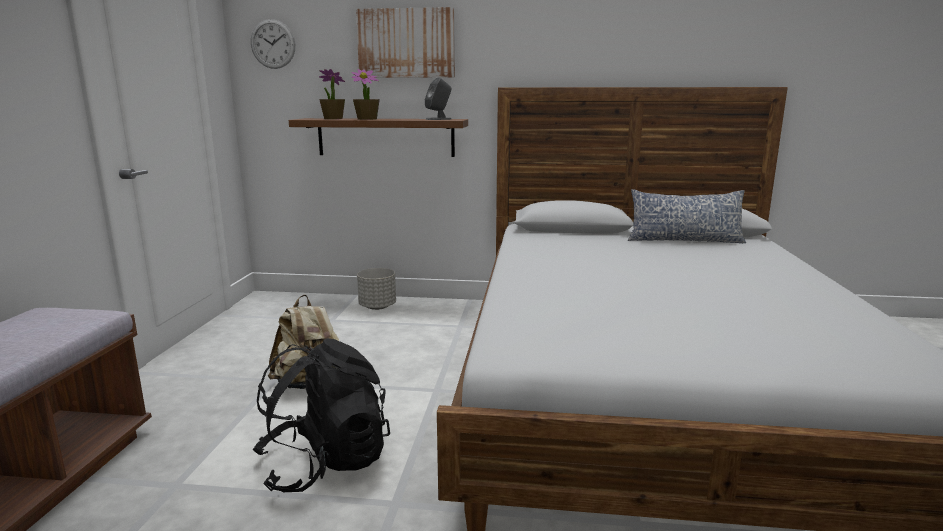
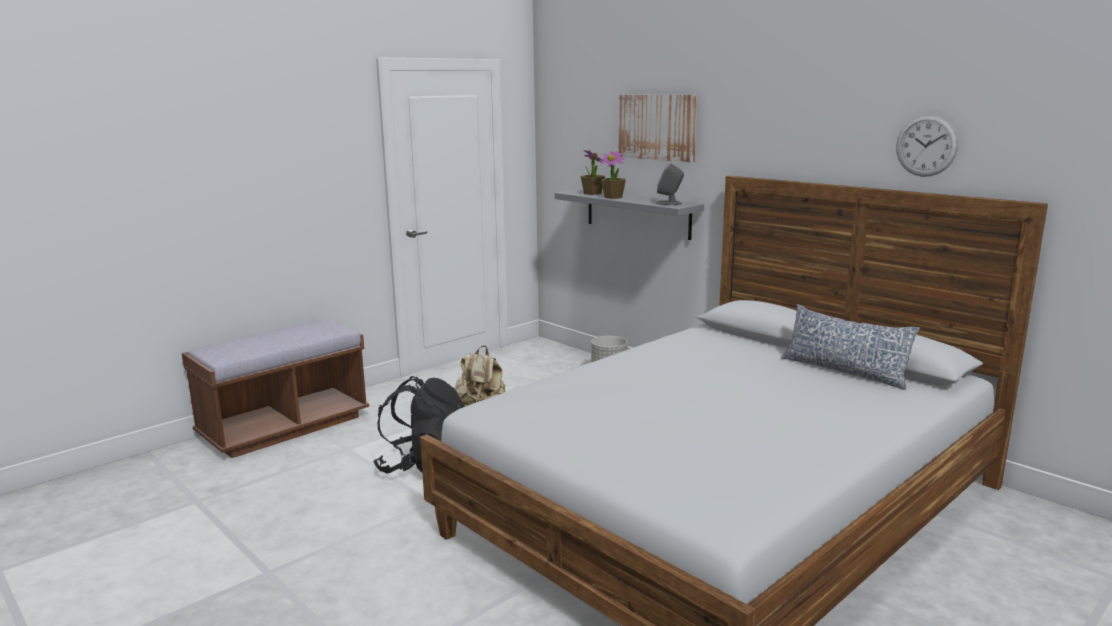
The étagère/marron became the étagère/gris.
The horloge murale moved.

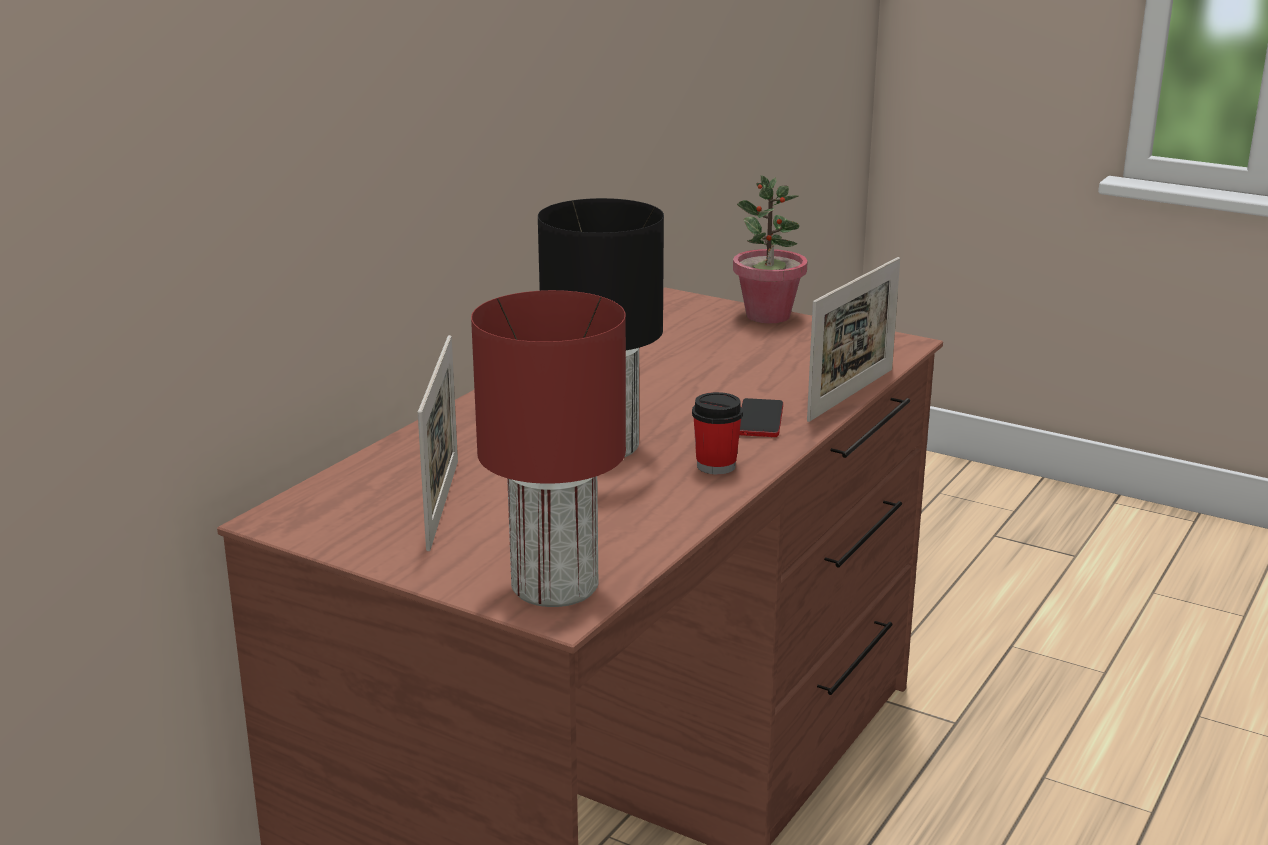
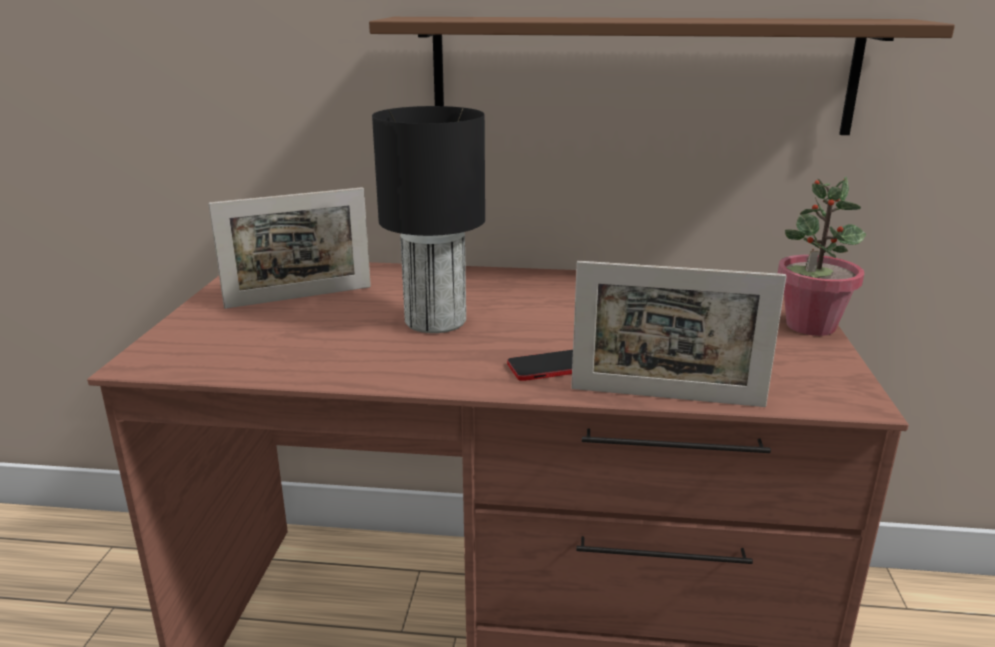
The étagère/marron appeared.
The lampe de table/rouge disappeared.
The tasse disappeared.

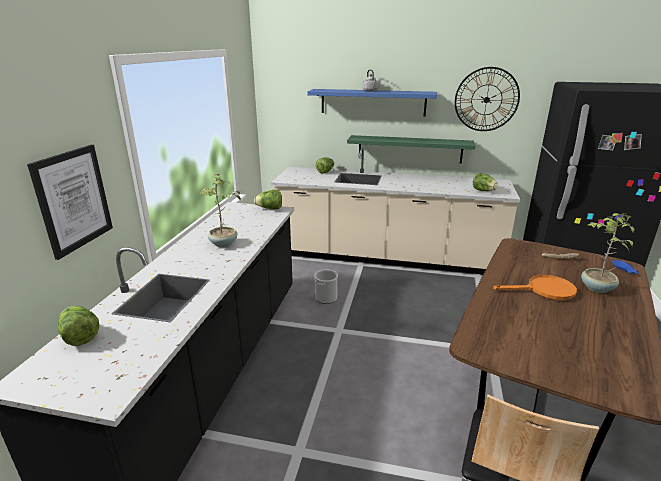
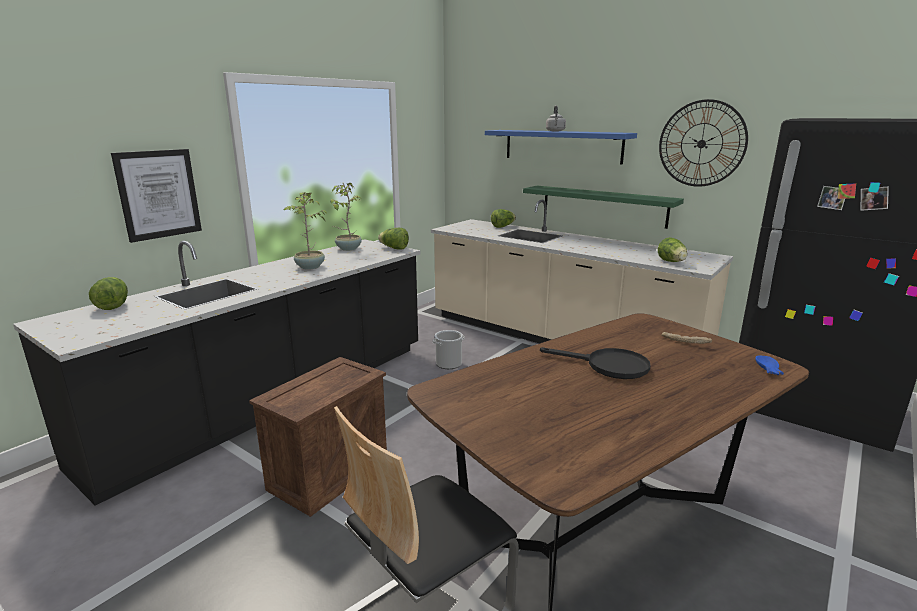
The caisse appeared.
The plante en pot (no. 2 from left) moved.
The poêle/orange became the poêle/noir.

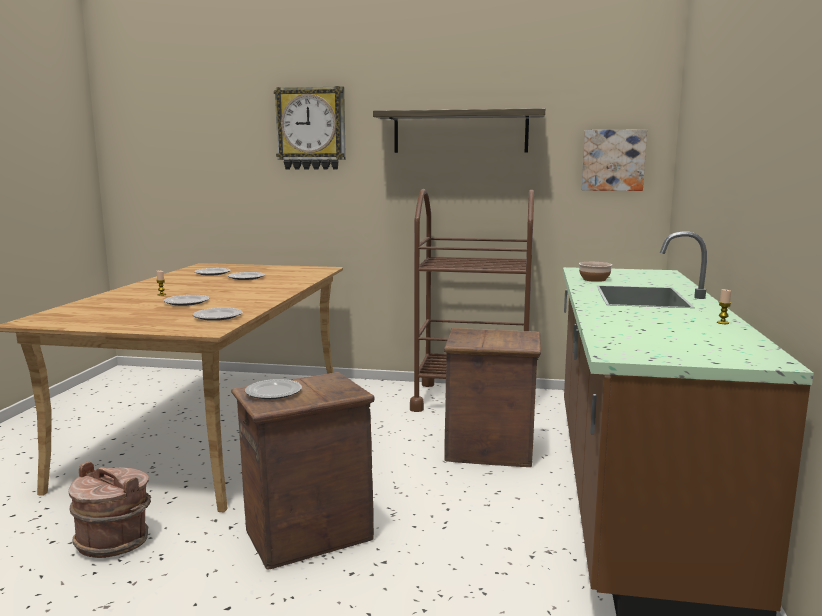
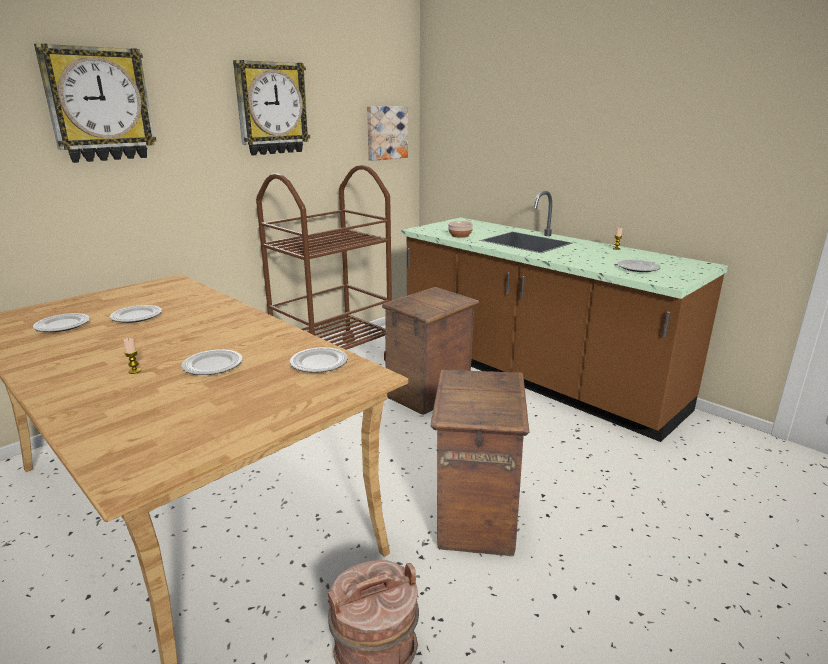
The étagère was replaced by the horloge murale (no. 2 from left).
The assiette (no. 5 from left) moved.

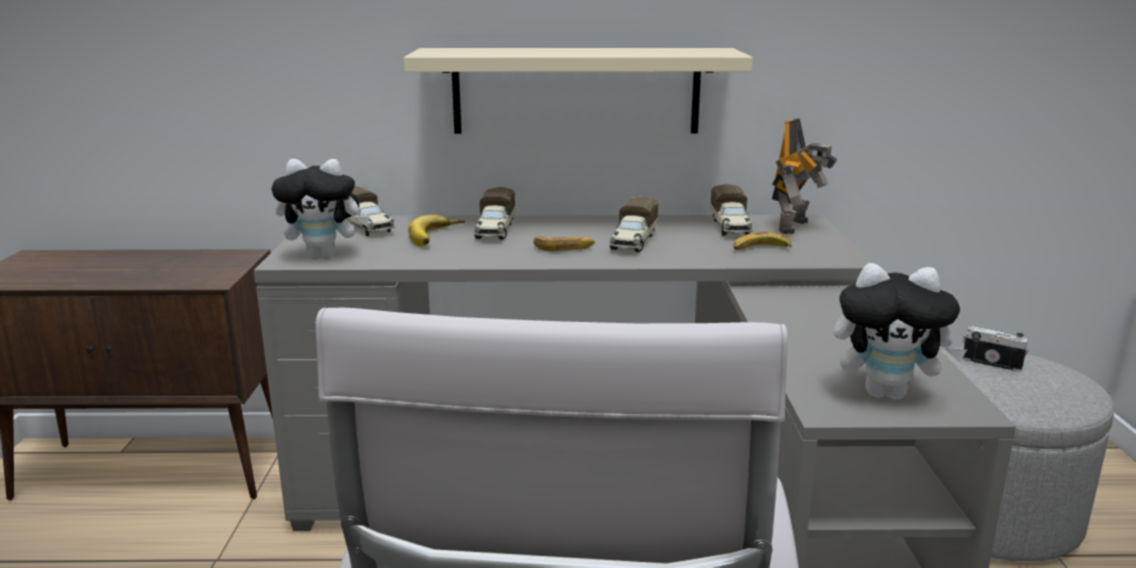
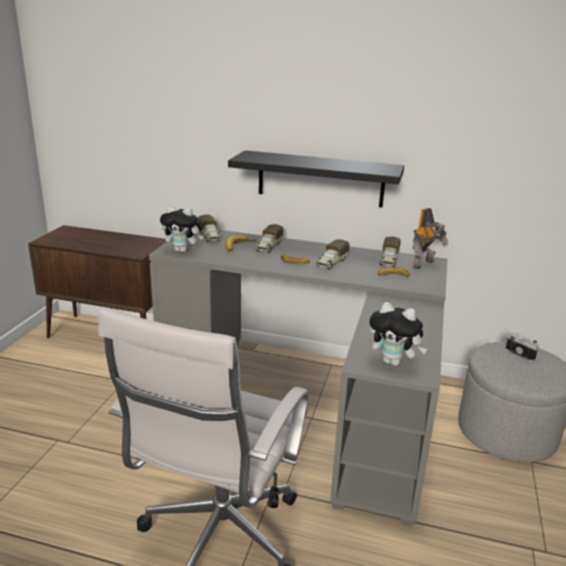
The étagère/beige became the étagère/noir.

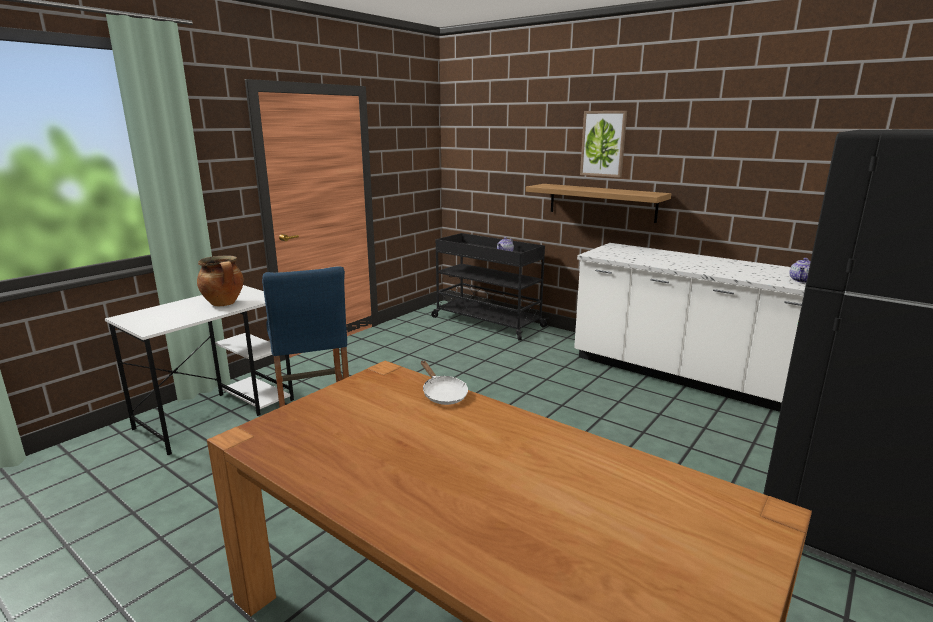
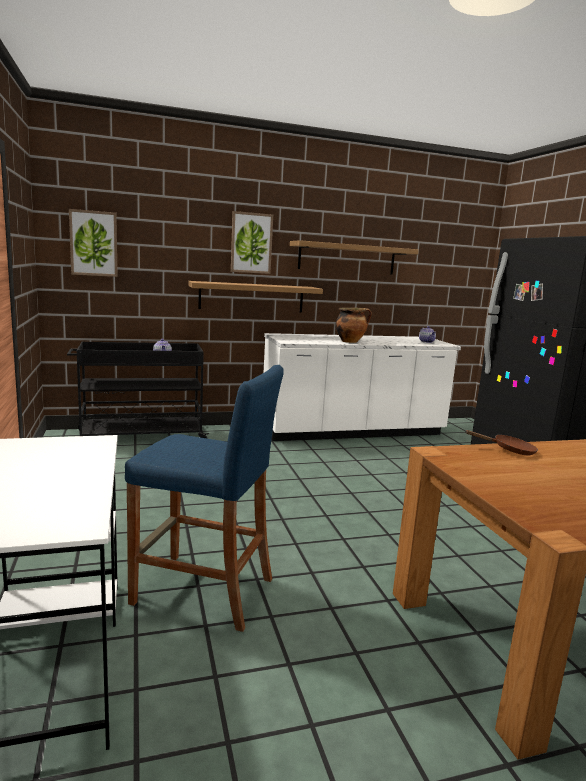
The tableau (no. 1 from left) appeared.
The étagère (no. 2 from left) appeared.
The marmite moved.
The poêle/blanc became the poêle/marron.

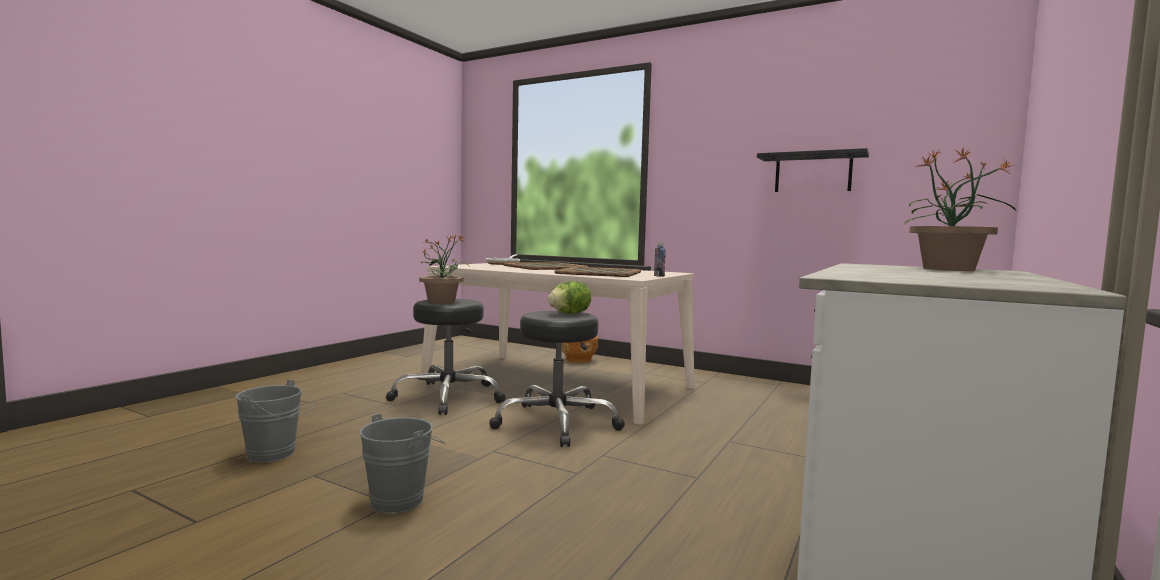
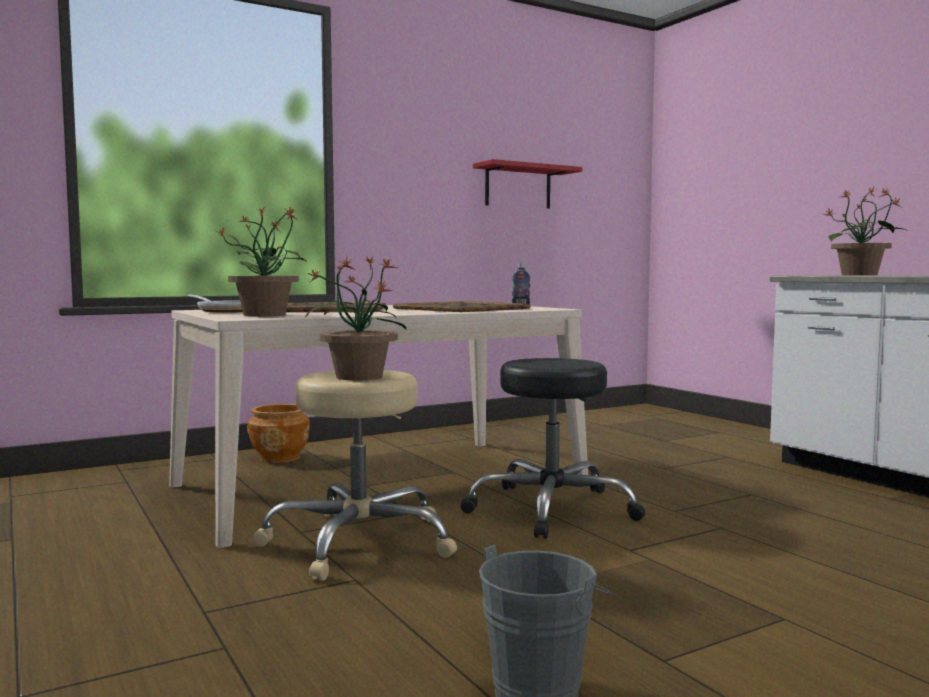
The plante en pot (no. 1 from left) appeared.
The tabouret/noir (no. 1 from left) became the tabouret/beige.
The étagère/noir became the étagère/rouge.
The seau/gris (no. 2 from left) disappeared.
The laitue disappeared.

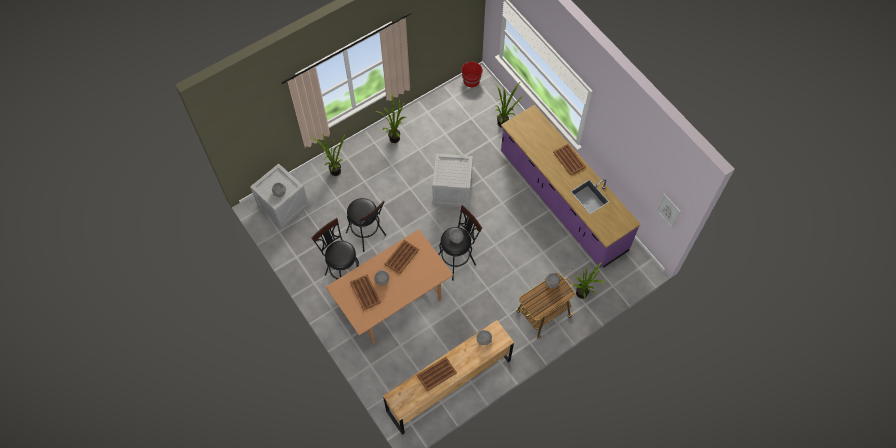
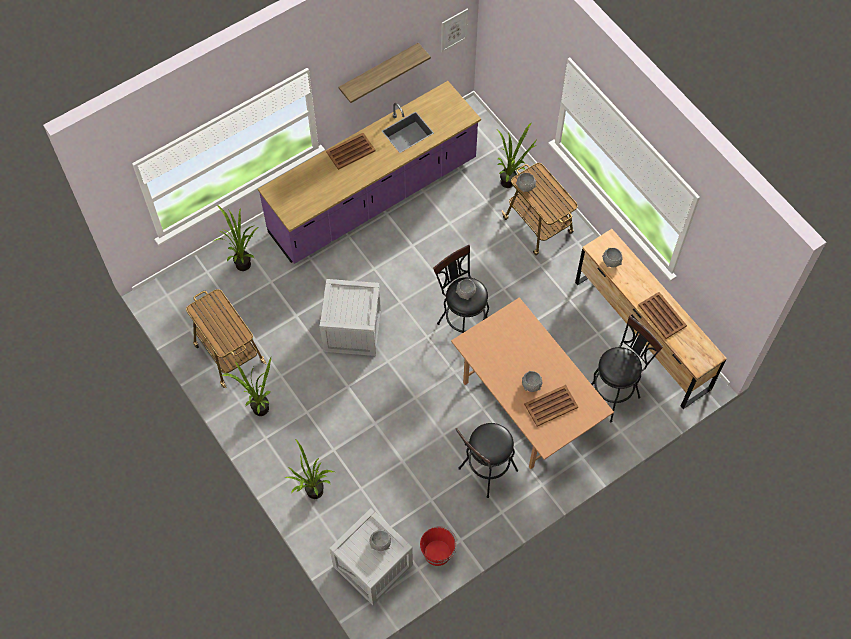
The chariot (no. 1 from left) appeared.
The étagère appeared.
The seau/rouge moved.
The tabouret/noir (no. 2 from left in the first image) moved.
The plateau/marron (no. 2 from left) disappeared.

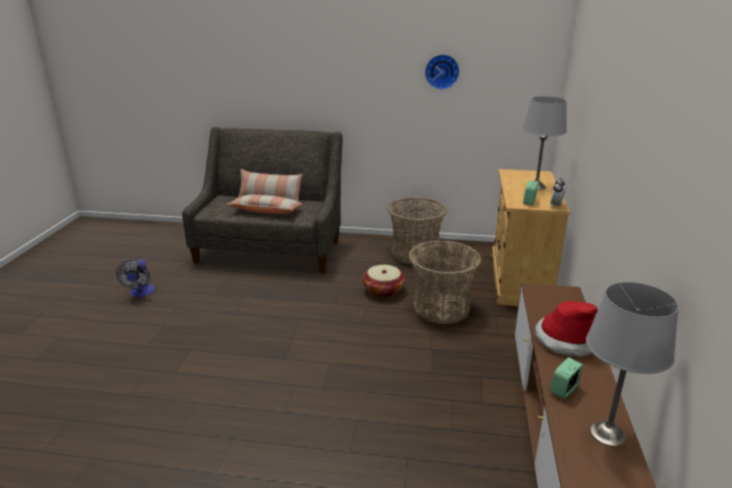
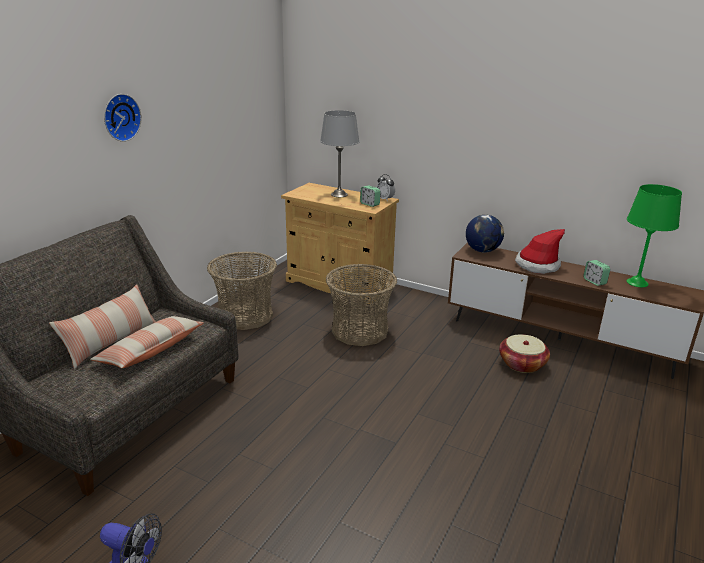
The horloge murale moved.
The globe appeared.
The panier (no. 1 from left in the first image) moved.
The lampe de table/gris (no. 2 from left) became the lampe de table/vert.

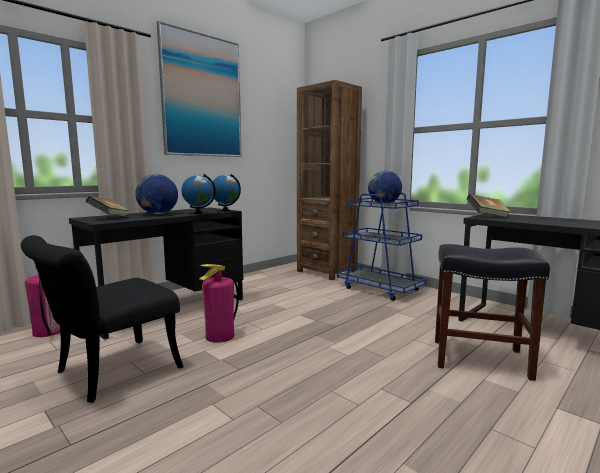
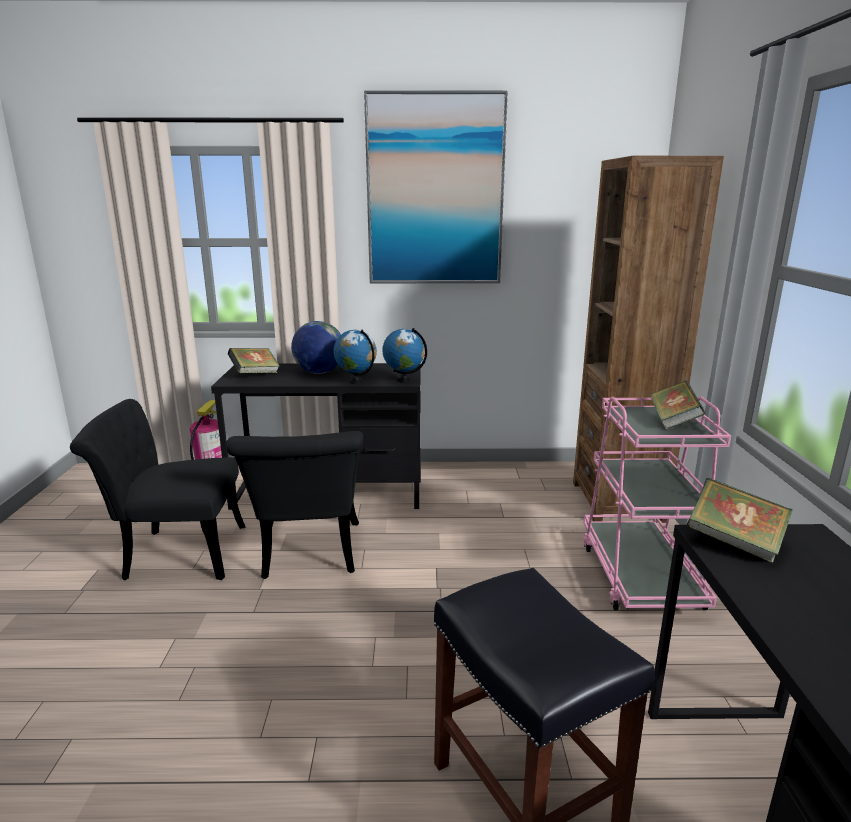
The extincteur (no. 2 from left) was replaced by the chaise/noir (no. 2 from left).
The chariot/bleu became the chariot/rose.
The globe (no. 4 from left) was replaced by the livre (no. 2 from left).

